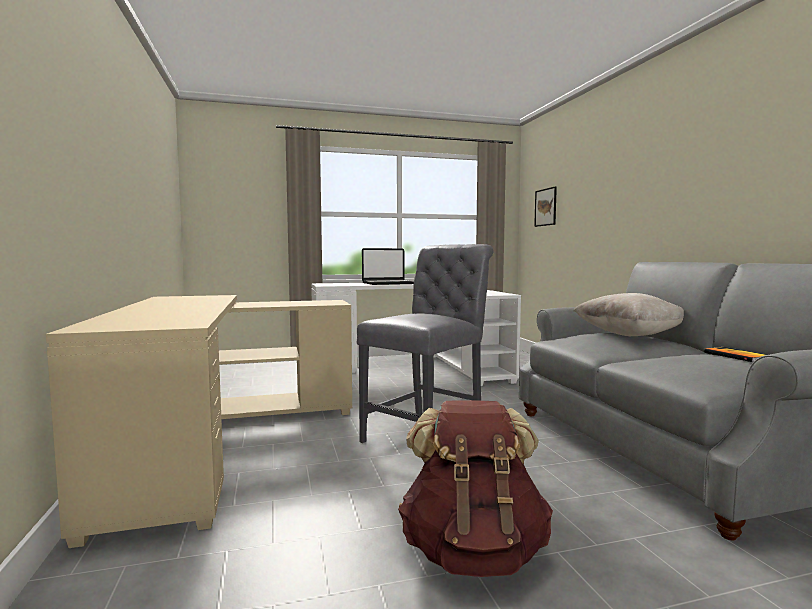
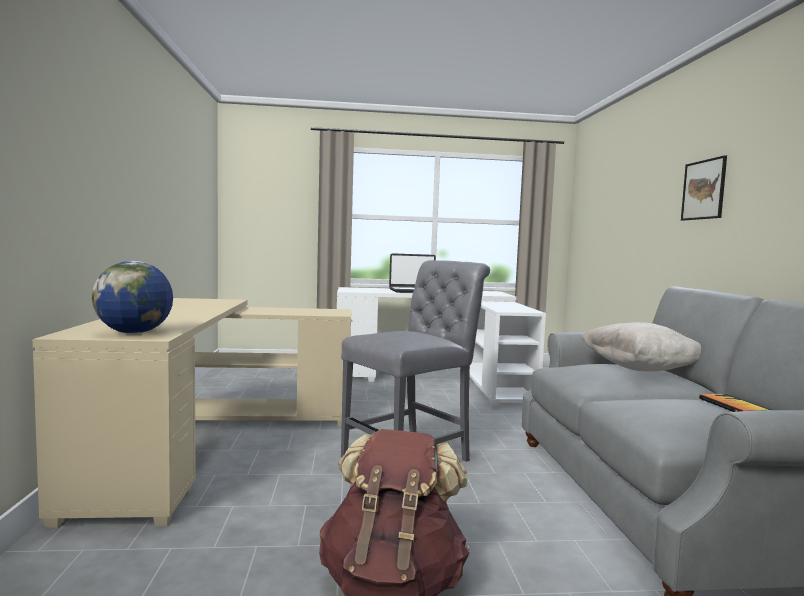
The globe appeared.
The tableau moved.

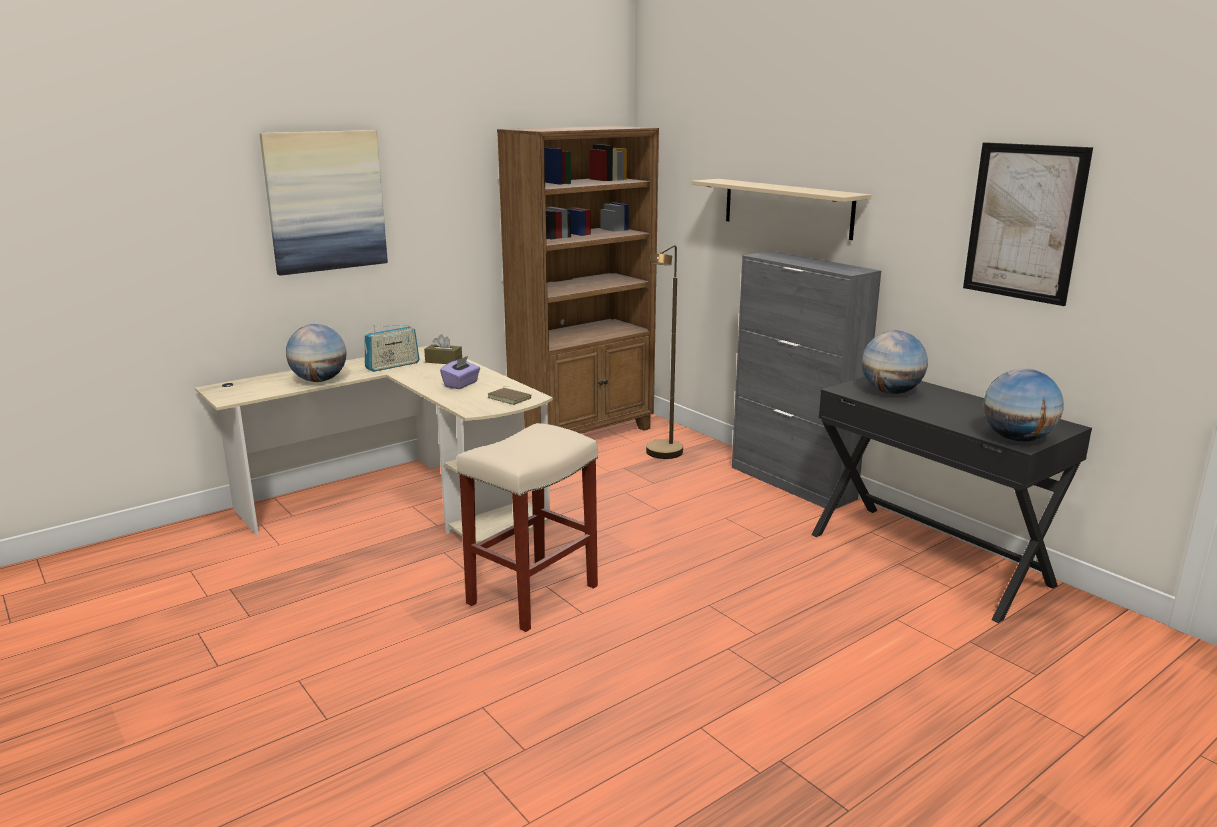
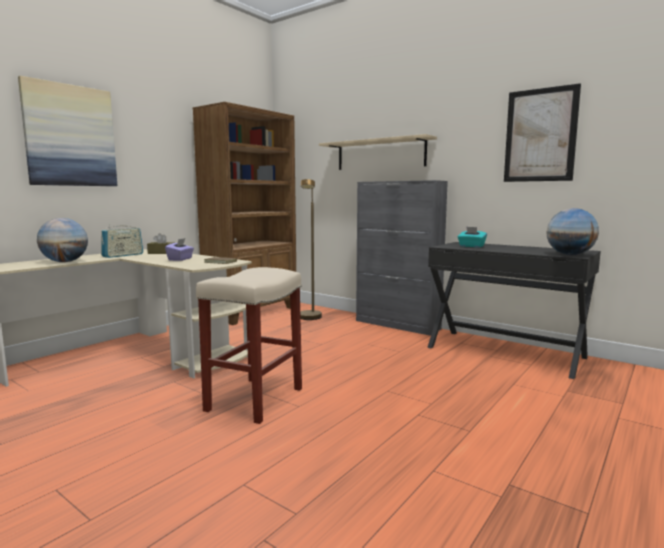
The globe (no. 2 from left) was replaced by the boîte à mouchoirs/turquoise.

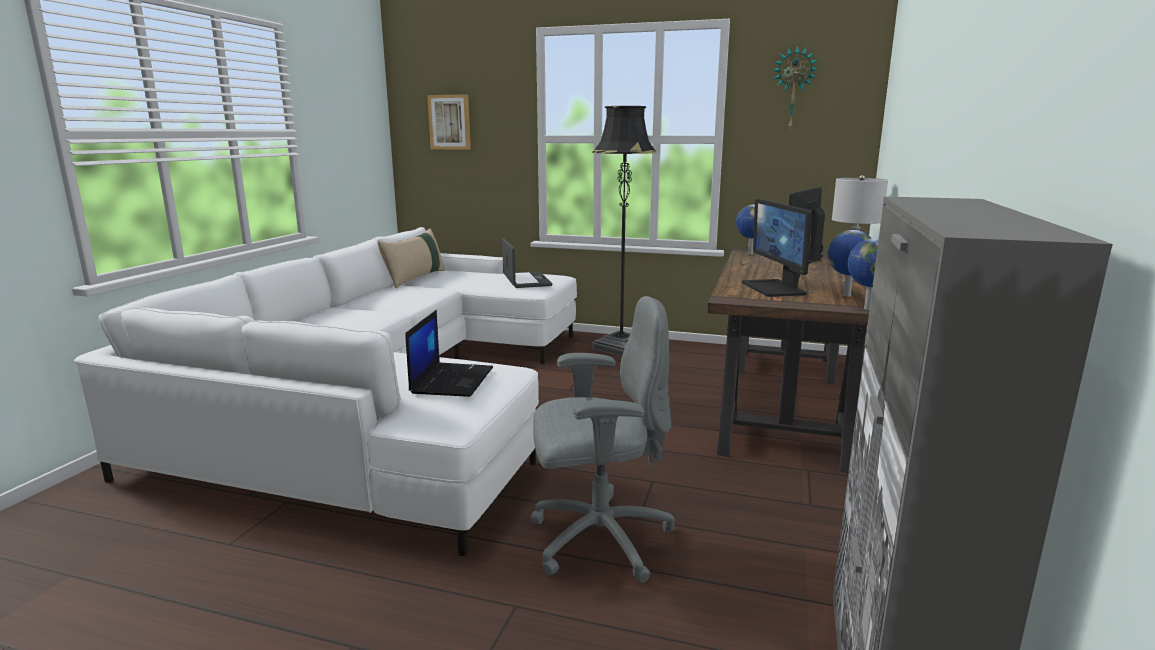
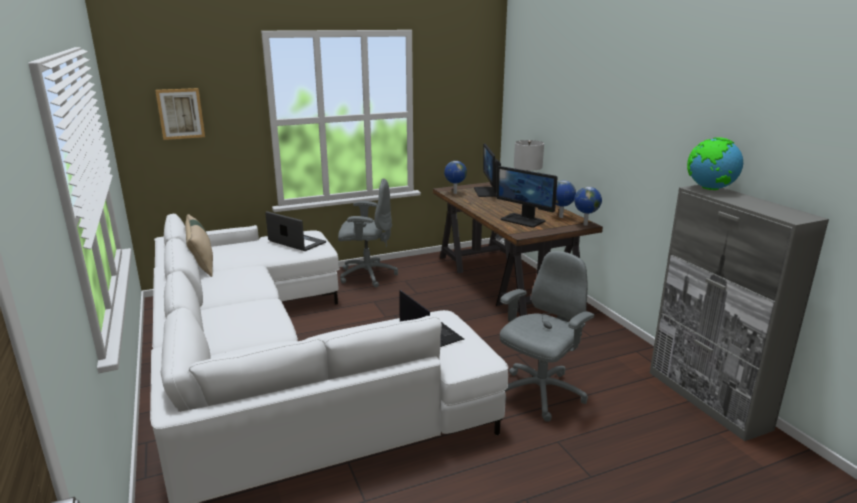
The lampadaire/noir was replaced by the chaise de bureau/gris (no. 1 from left).
The globe (no. 4 from left) appeared.
The horloge murale disappeared.

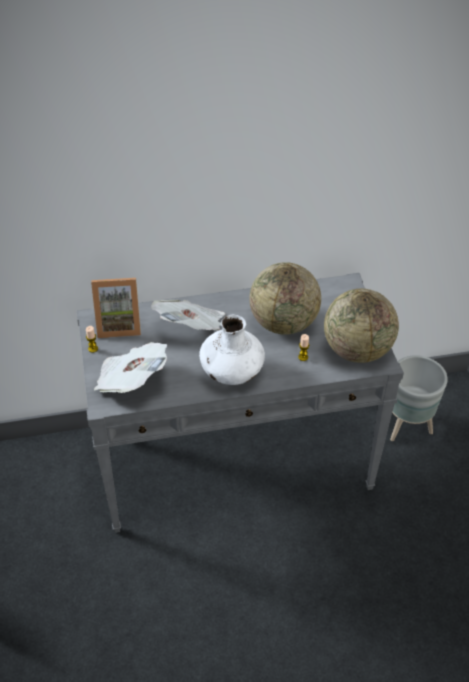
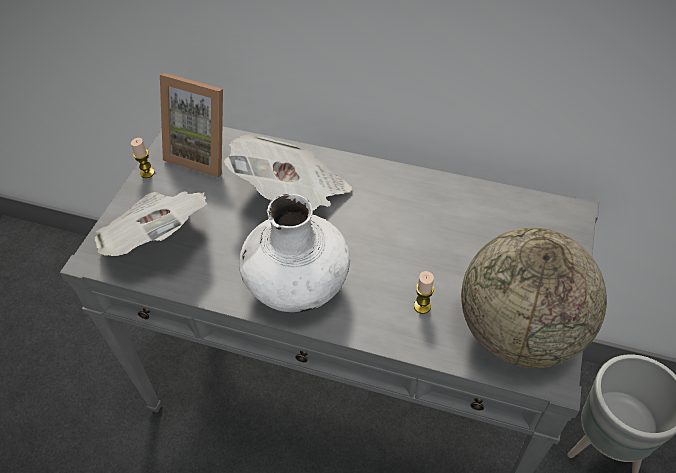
The globe (no. 1 from left) disappeared.

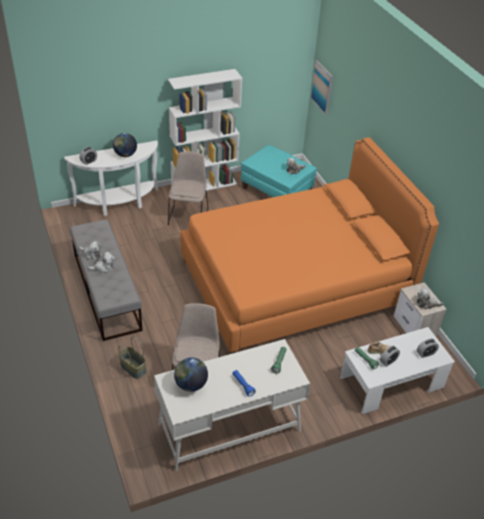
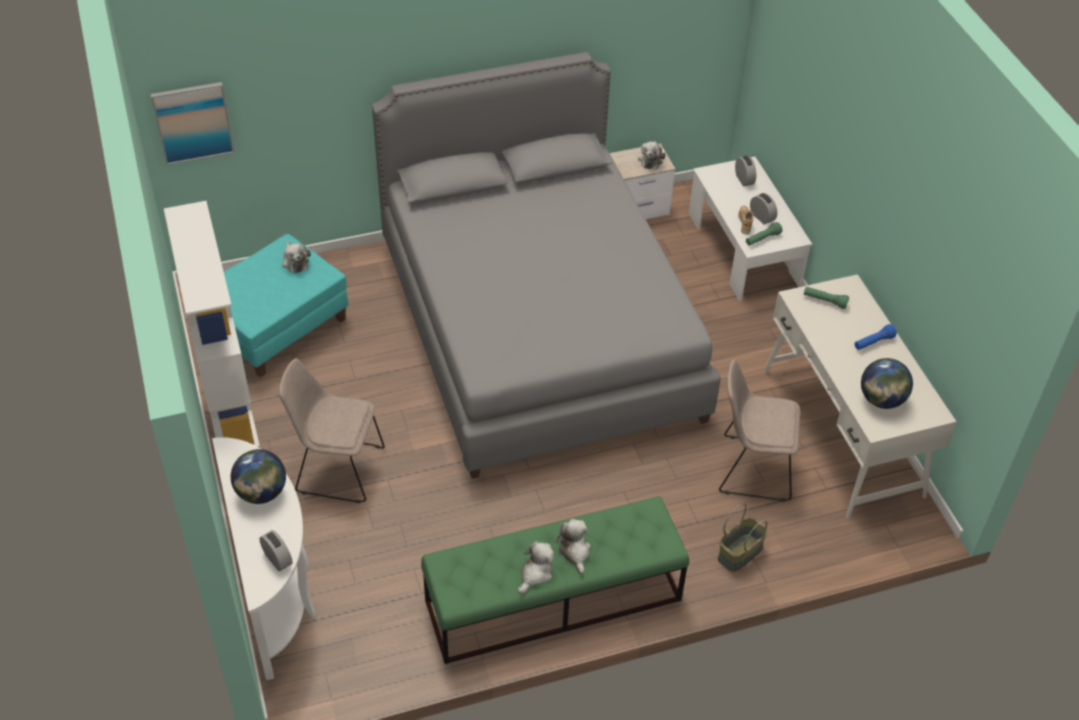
The lit/orange became the lit/gris.
The banc/gris became the banc/vert.

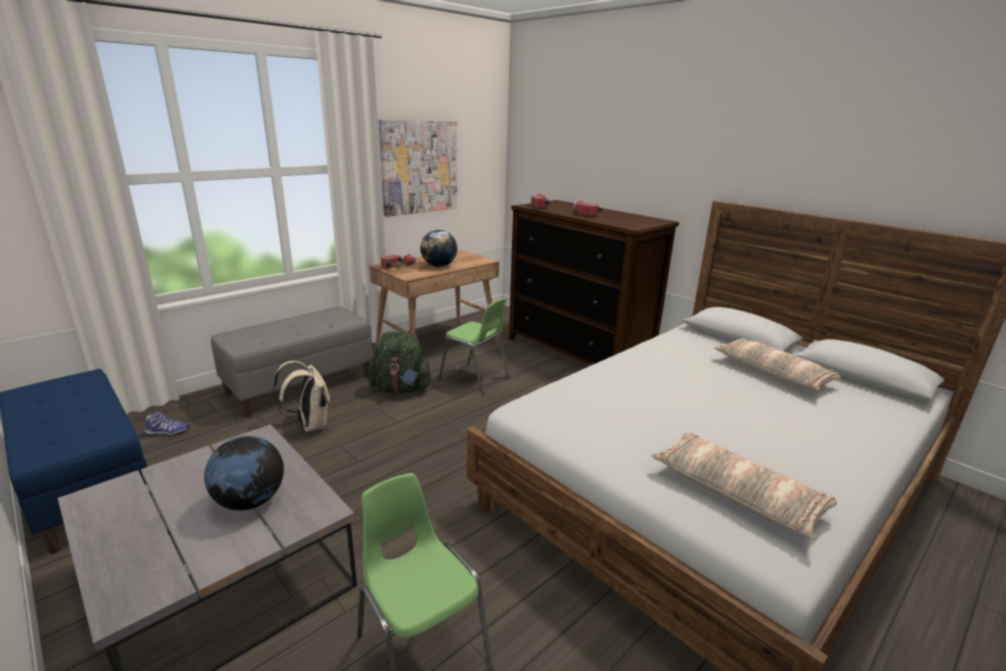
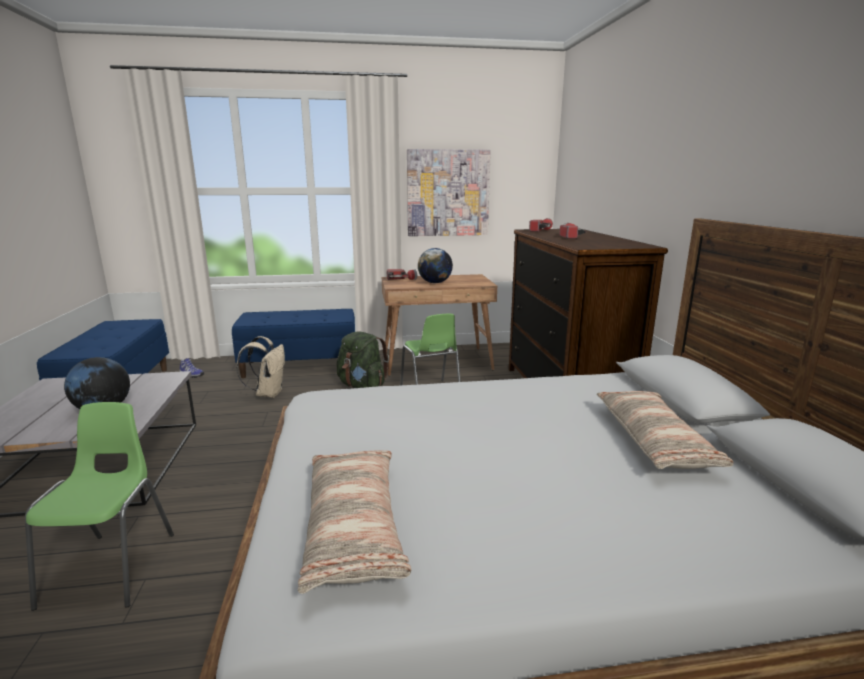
The banc/gris became the banc/bleu (no. 2 from left).

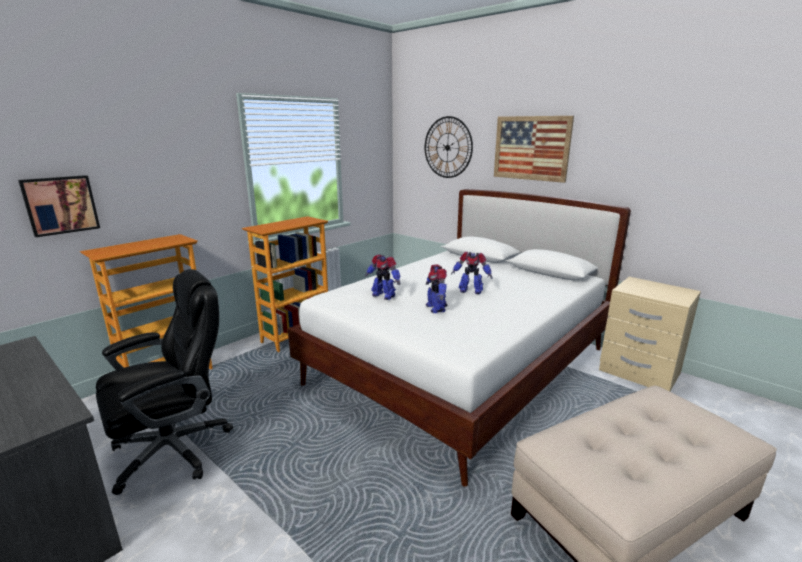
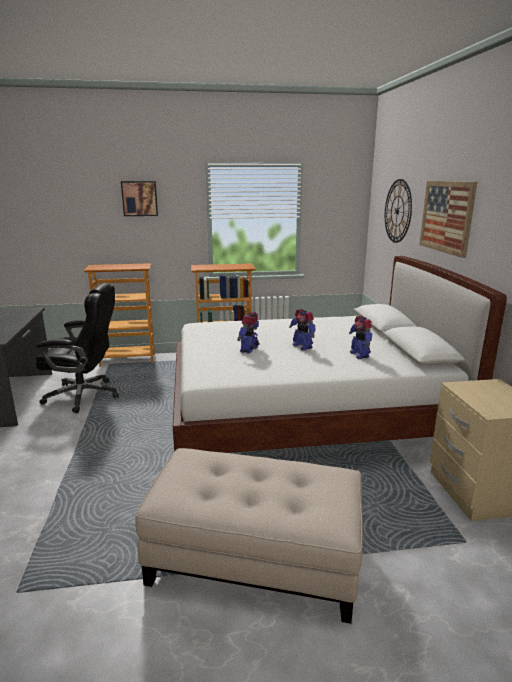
The tableau (no. 1 from left) moved.
The robot jouet (no. 1 from left in the first image) moved.

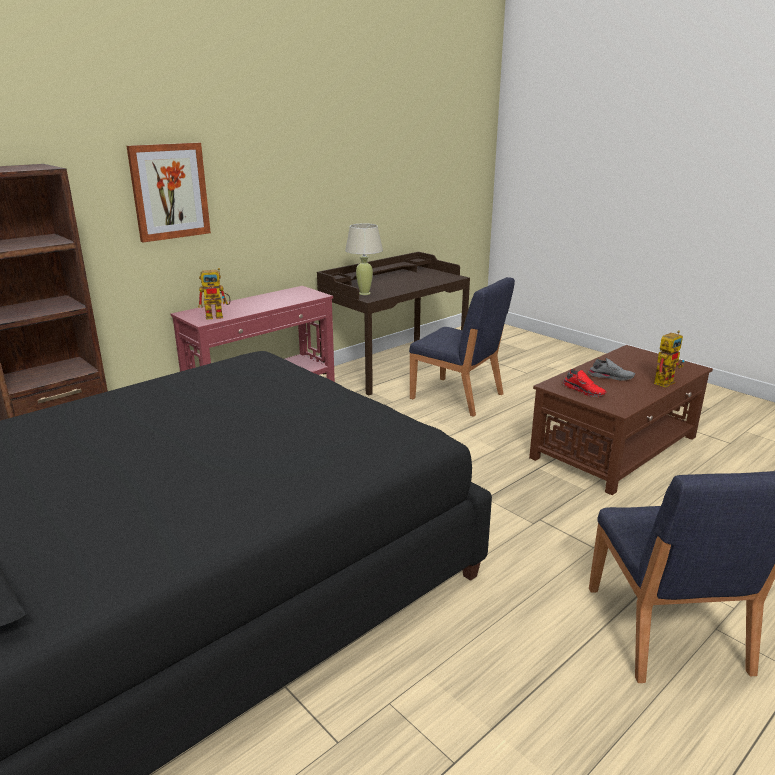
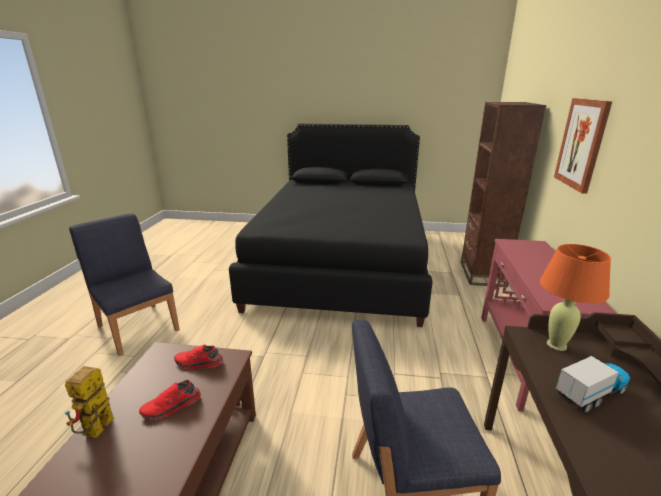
The chaussure/gris became the chaussure/rouge (no. 1 from left).
The lampe de table/beige became the lampe de table/orange.
The camion jouet appeared.
The robot jouet (no. 1 from left) disappeared.

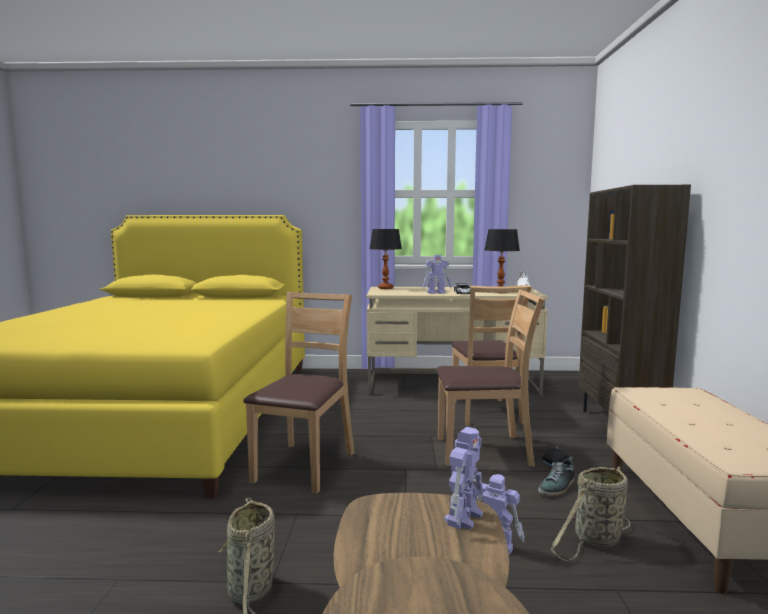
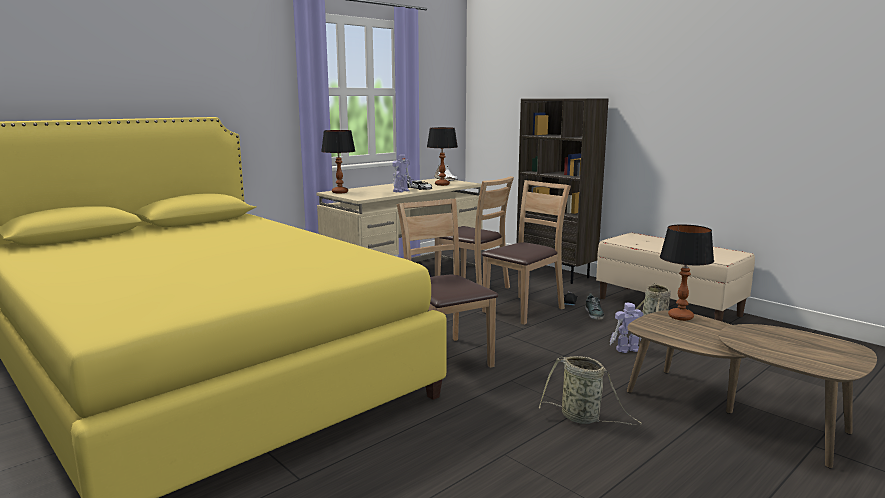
The robot jouet (no. 2 from left) was replaced by the lampe de table (no. 3 from left).

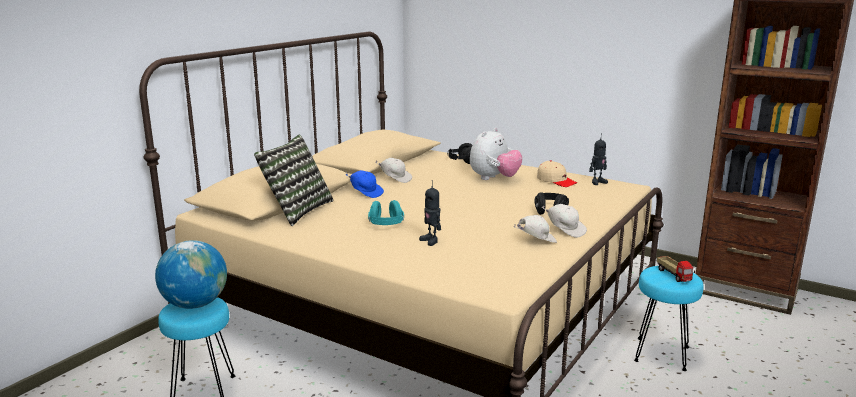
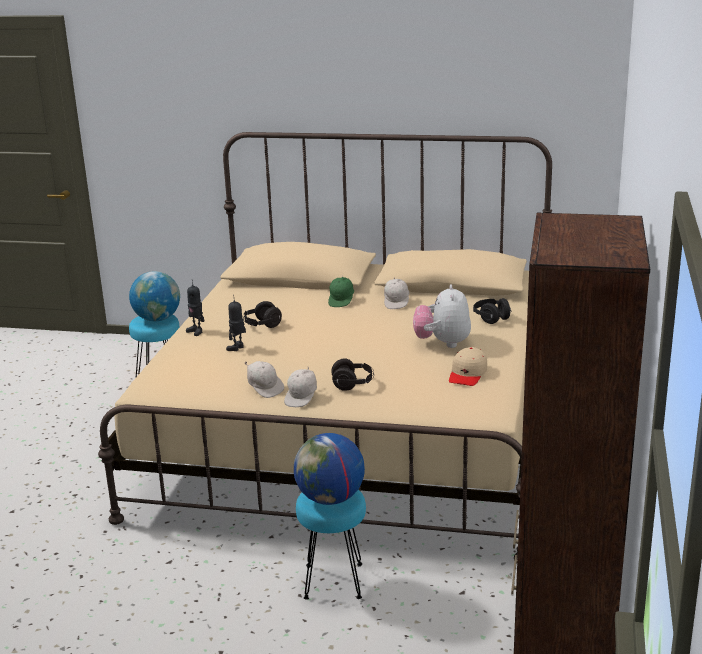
The robot jouet (no. 2 from left in the first image) moved.
The casque audio/turquoise became the casque audio/noir (no. 1 from left).
The camion jouet was replaced by the globe (no. 2 from left).
The casquette/bleu became the casquette/vert.
The peluche turned 75 degrees clockwise.
The coussin disappeared.

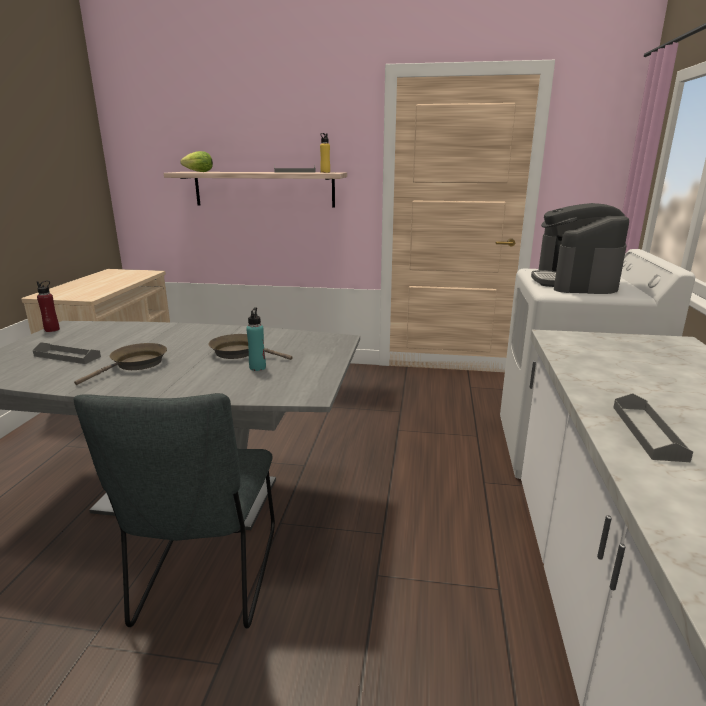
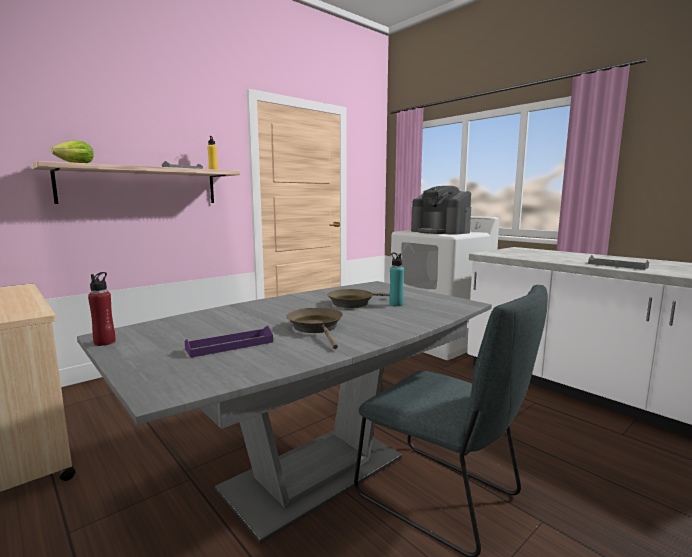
The plateau/gris (no. 1 from left) became the plateau/violet.

